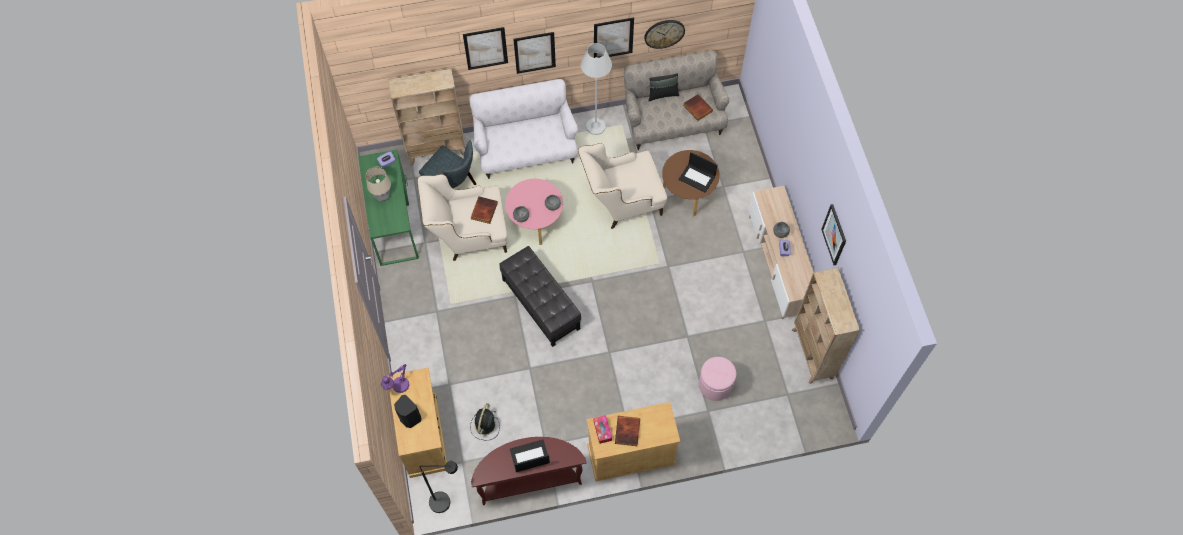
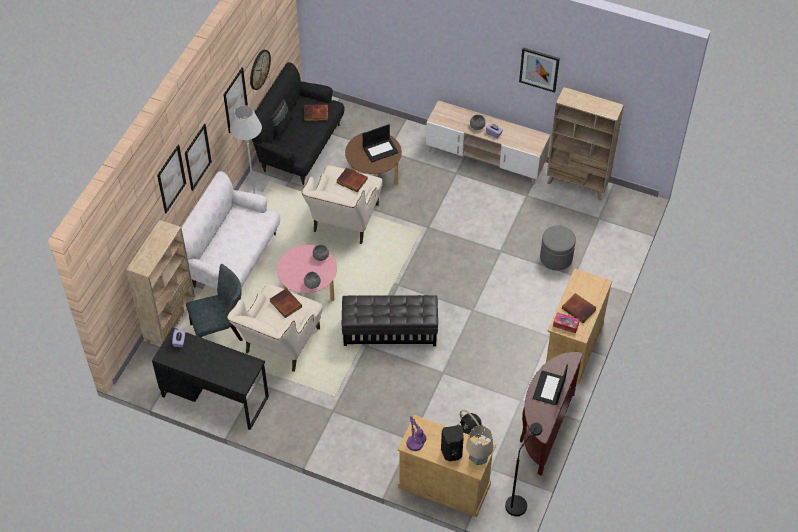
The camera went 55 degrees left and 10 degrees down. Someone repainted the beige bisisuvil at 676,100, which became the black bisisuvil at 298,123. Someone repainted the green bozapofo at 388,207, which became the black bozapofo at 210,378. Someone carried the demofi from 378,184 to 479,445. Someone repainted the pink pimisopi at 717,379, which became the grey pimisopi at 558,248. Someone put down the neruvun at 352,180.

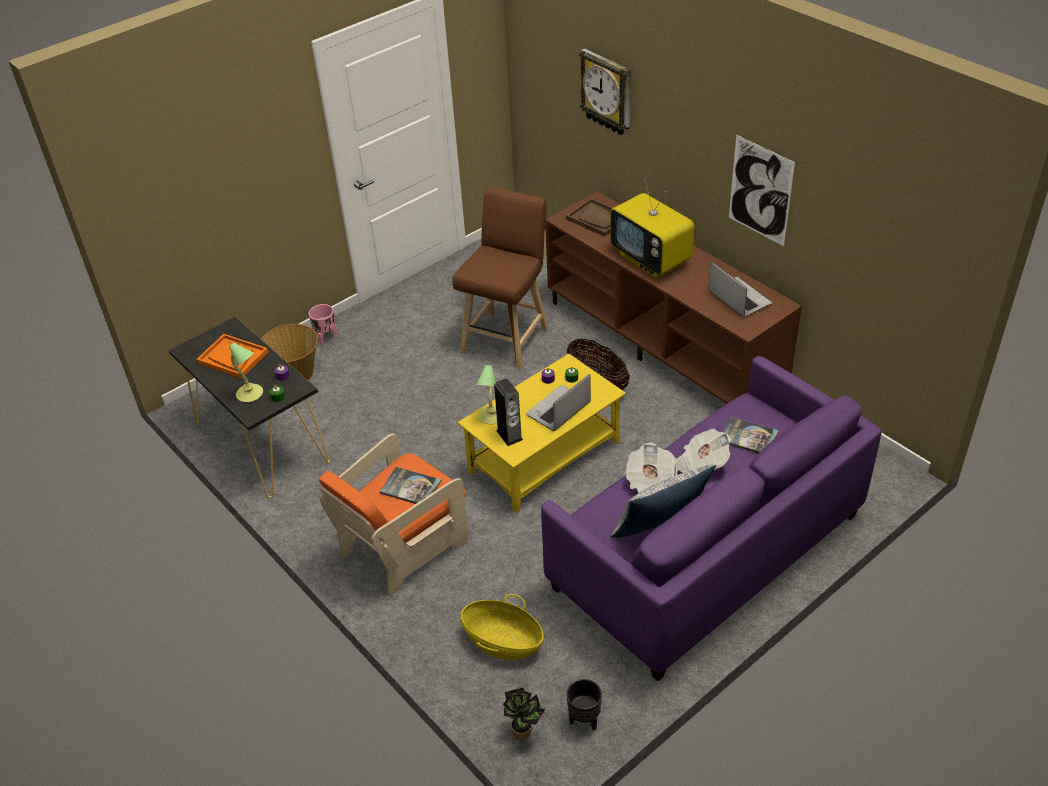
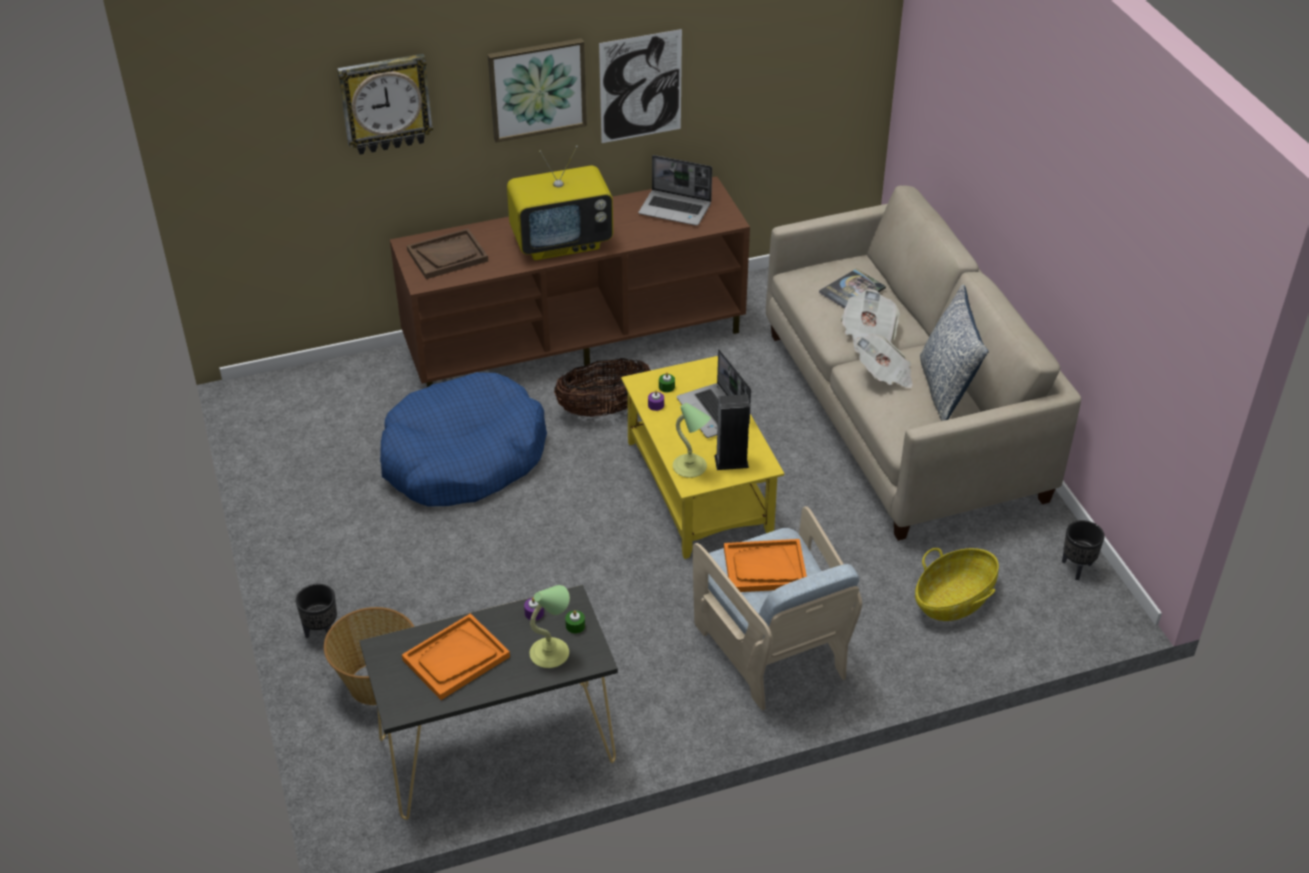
The camera went 70 degrees left and 0 degrees up. Someone swapped the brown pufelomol at 500,277 for the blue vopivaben at 463,439. Someone rotated the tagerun at 740,289 by 150 degrees counterclockwise. Someone repainted the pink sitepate at 322,324, which became the black sitepate at 316,611. Someone repainted the purple bisisuvil at 711,518, which became the beige bisisuvil at 923,363. Someone repainted the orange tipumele at 393,515, which became the beige tipumele at 777,608. Someone swapped the neruvun at 410,485 for the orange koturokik at 765,565. Someone took away the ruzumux at 524,713. Someone put up the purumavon at 537,90.

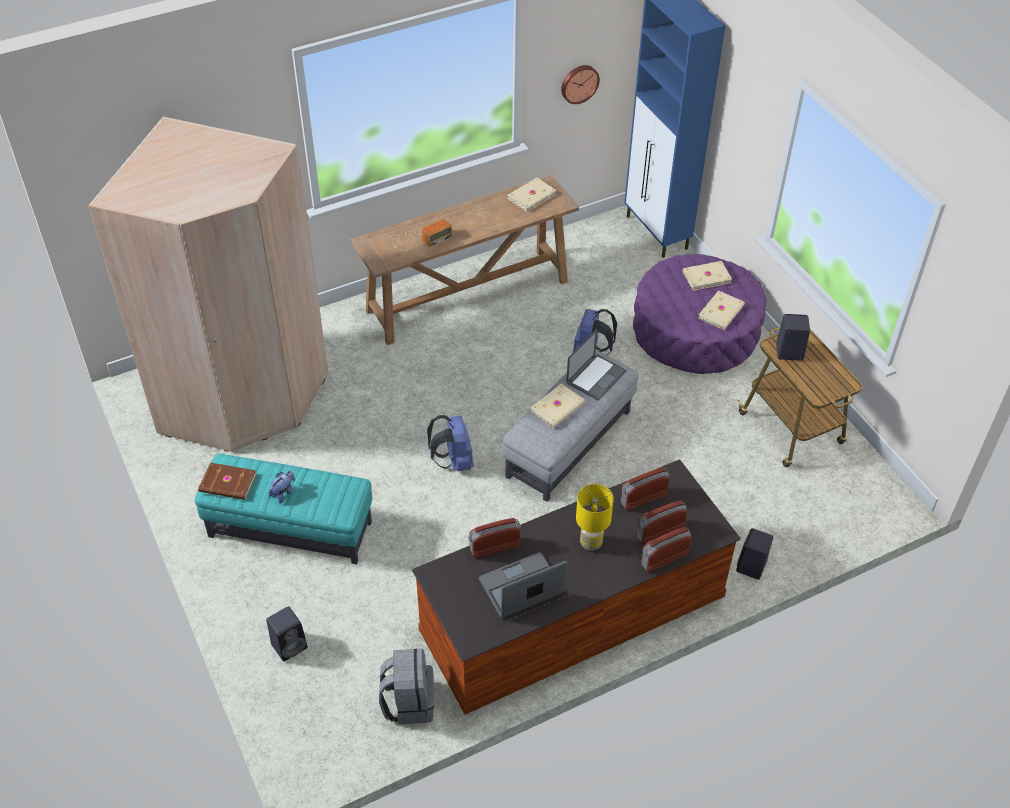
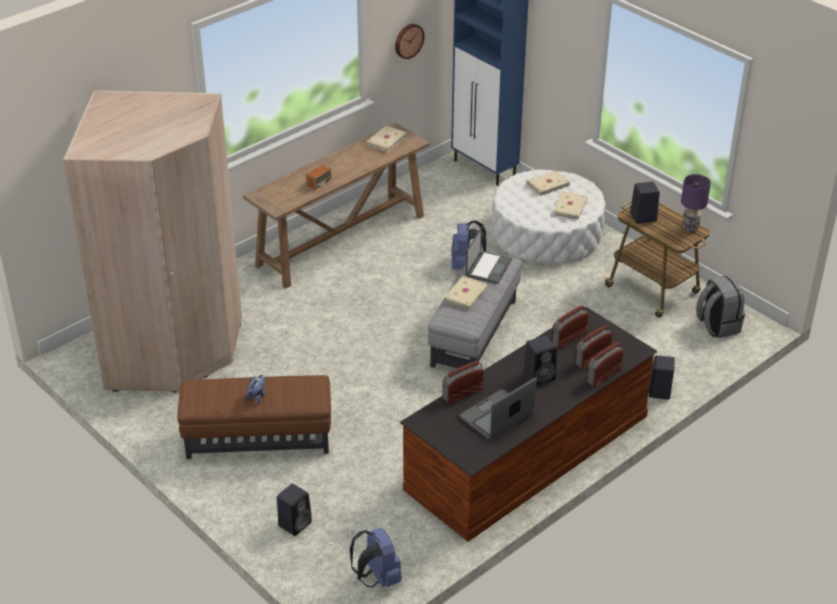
The camera went 15 degrees left and 10 degrees down. Someone repainted the purple pimisopi at 699,314, which became the white pimisopi at 548,216. Someone carried the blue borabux from 450,443 to 376,558. Someone repainted the turquoise pimisopi at 283,509, which became the brown pimisopi at 254,417. Someone took away the brown neruvun at 227,481. Someone swapped the yellow demofi at 595,517 for the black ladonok at 540,360. Someone carried the grey borabux from 407,687 to 720,306. Someone put down the purple demofi at 696,203.

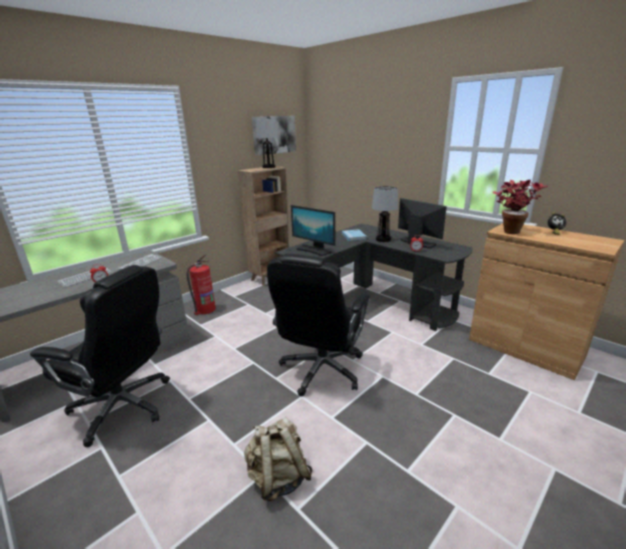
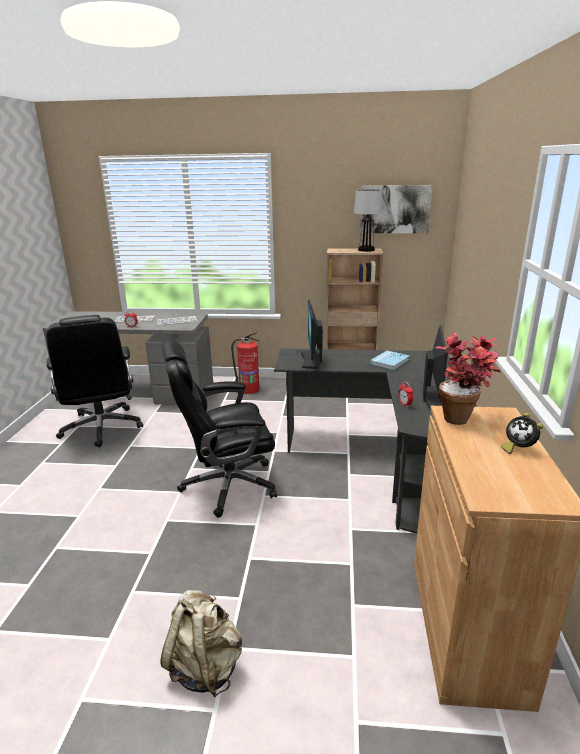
The camera went 50 degrees right and 0 degrees up. Someone took away the demofi at 385,214. Someone carried the beige borabux from 278,459 to 201,643.

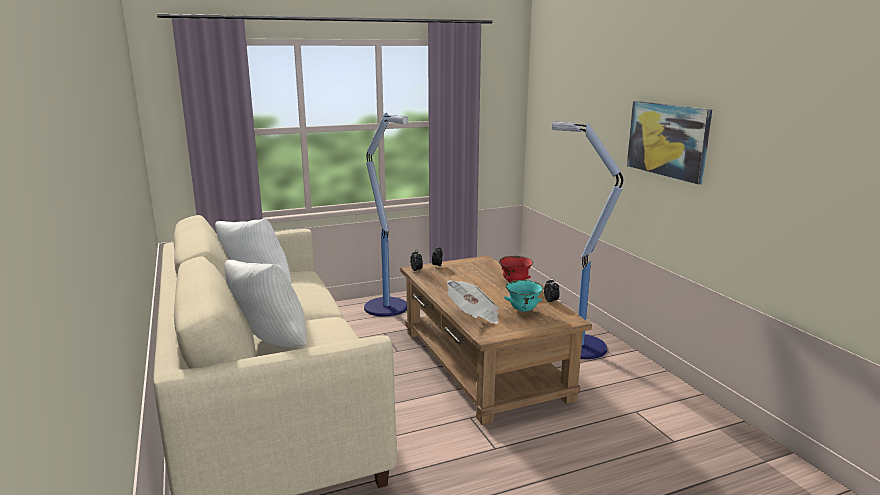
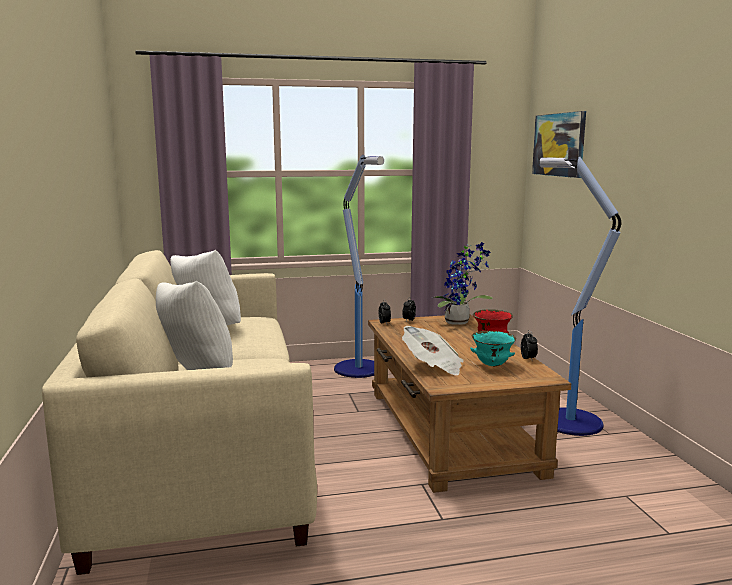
The camera went 10 degrees right and 5 degrees down. Someone carried the purumavon from 669,142 to 559,144. Someone put down the ruzumux at 463,283.

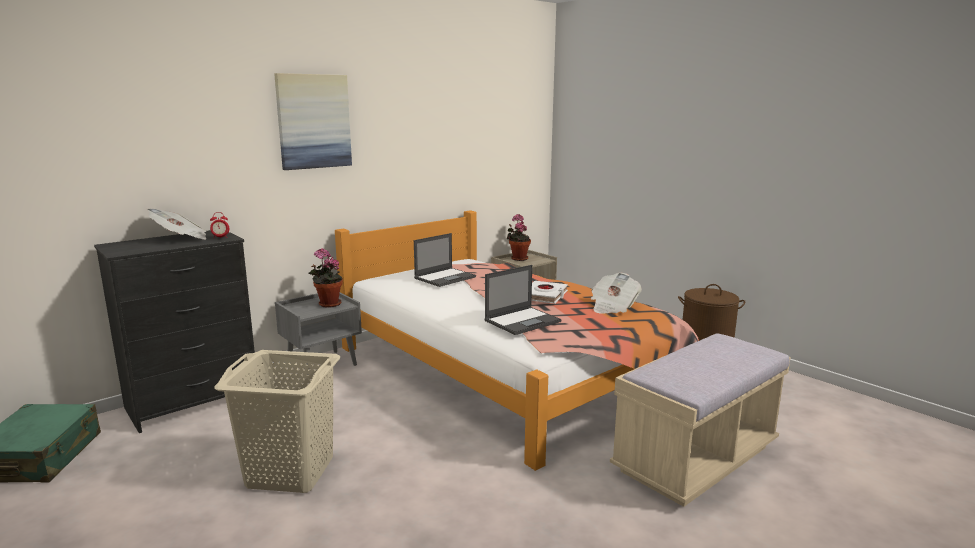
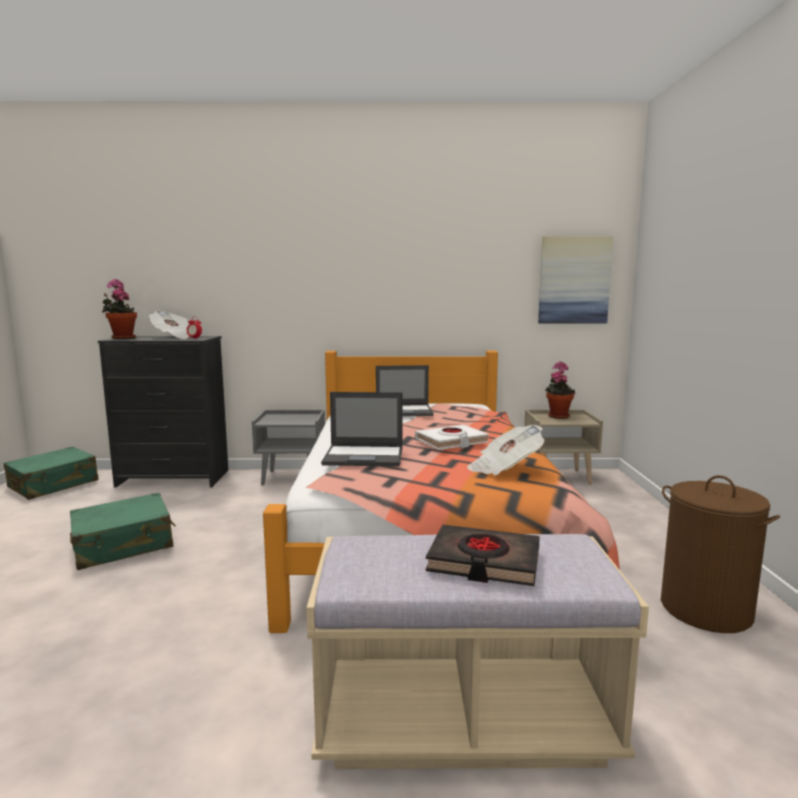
The camera went 40 degrees right and 5 degrees down. Someone carried the purumavon from 313,121 to 575,279. Someone carried the ruzumux from 326,278 to 119,309. Someone swapped the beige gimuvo at 277,421 for the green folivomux at 123,531. Someone put down the black neruvun at 483,555.

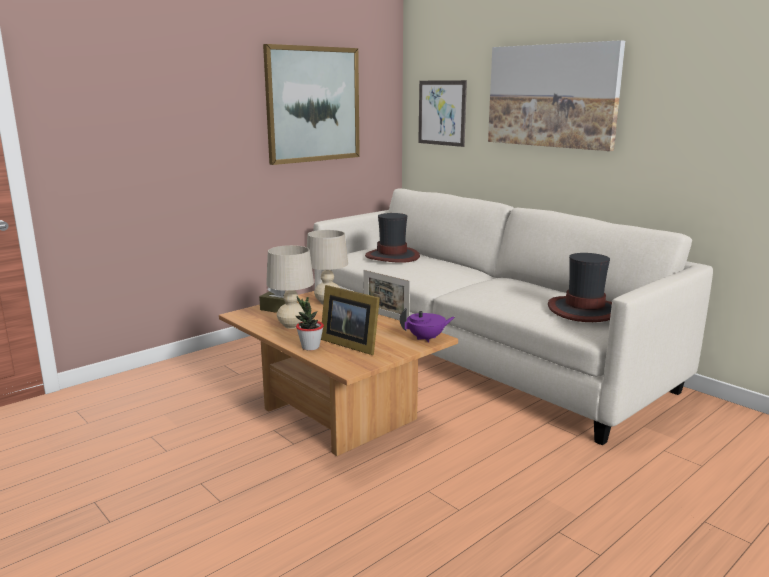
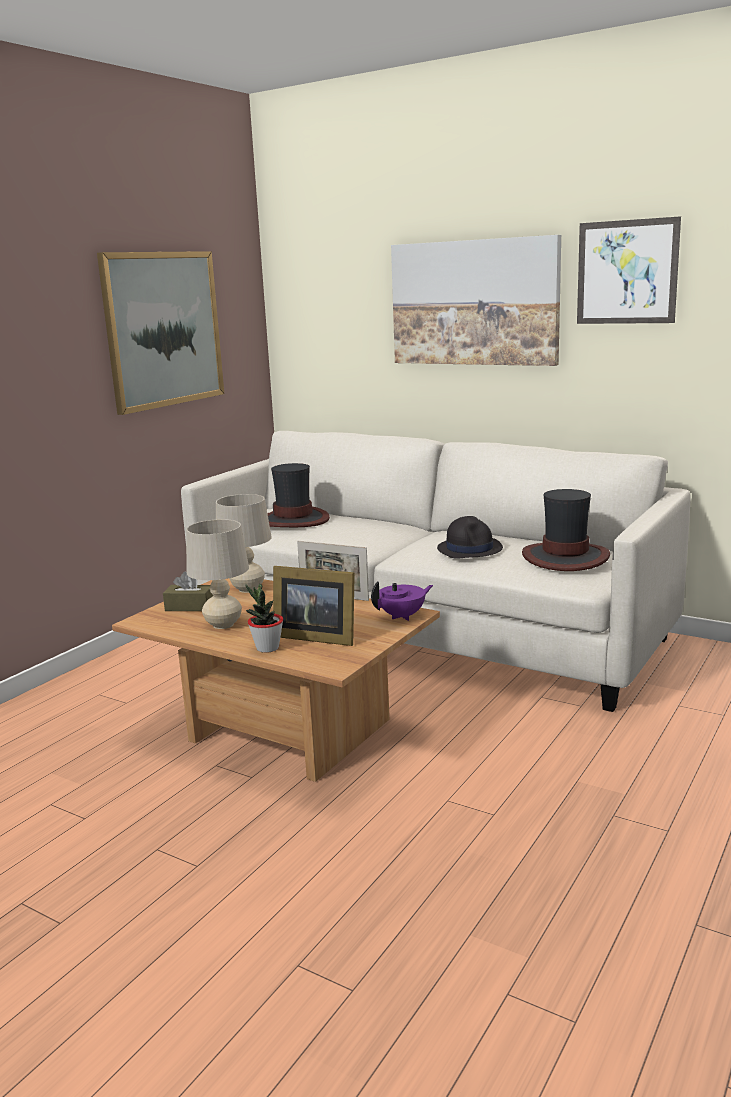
The camera went 15 degrees left and 0 degrees up. Someone carried the purumavon from 442,113 to 629,270. Someone put down the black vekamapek at 470,537.

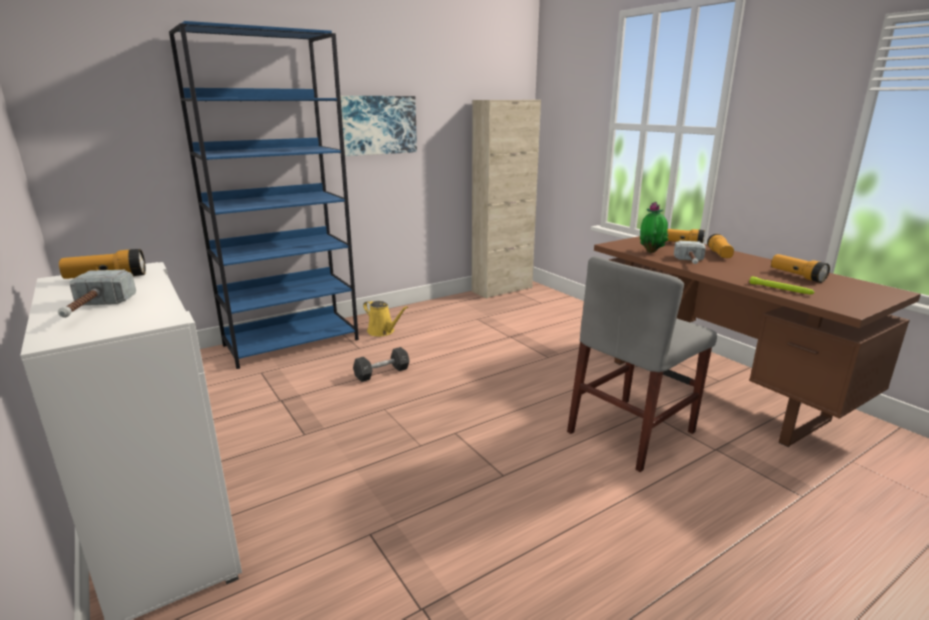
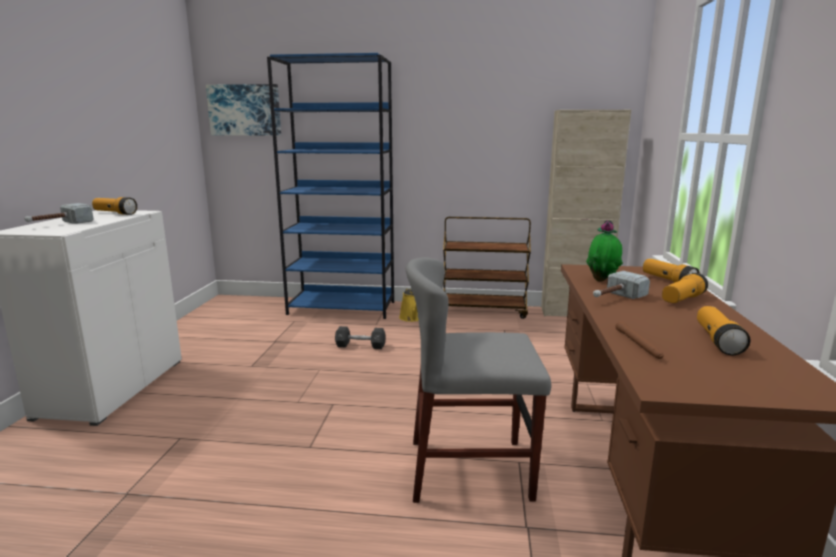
The camera went 40 degrees right and 5 degrees down. Someone carried the purumavon from 376,126 to 243,110. Someone repainted the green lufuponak at 782,285, which became the brown lufuponak at 640,340. Someone put down the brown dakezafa at 487,268.

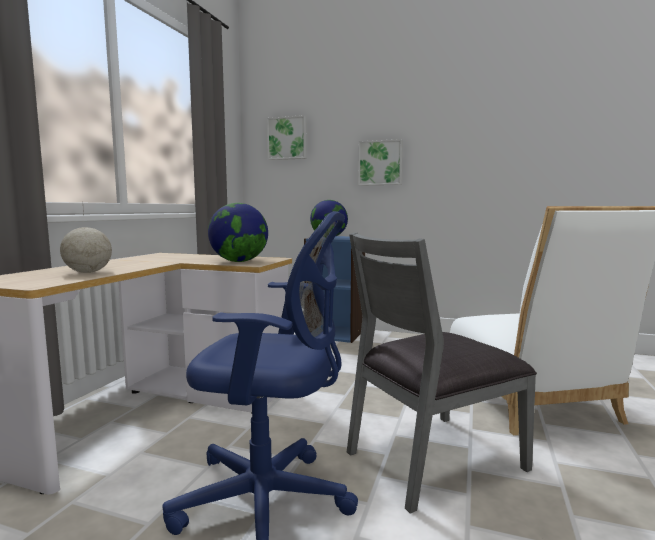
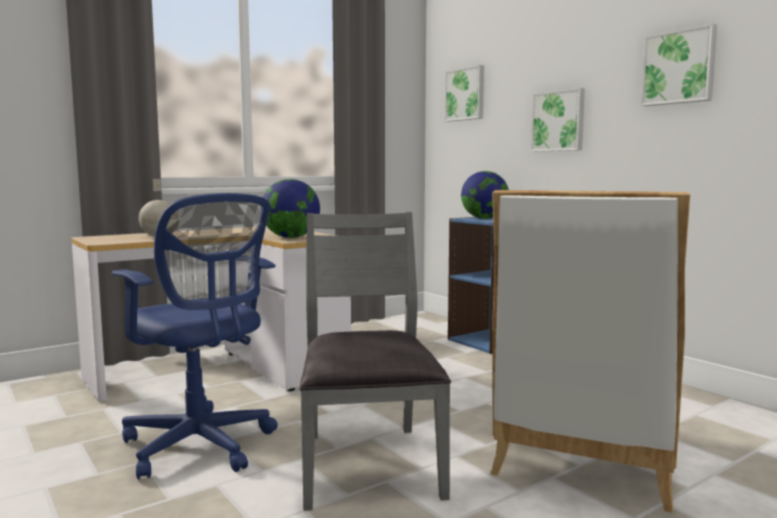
The camera went 35 degrees right and 0 degrees up. Someone rotated the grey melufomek at 442,373 by 75 degrees clockwise. Someone put up the purumavon at 679,65.

